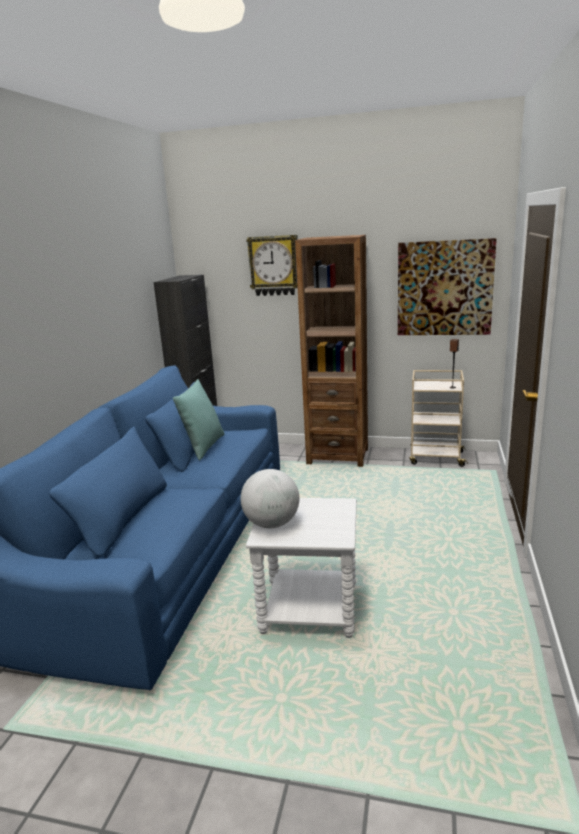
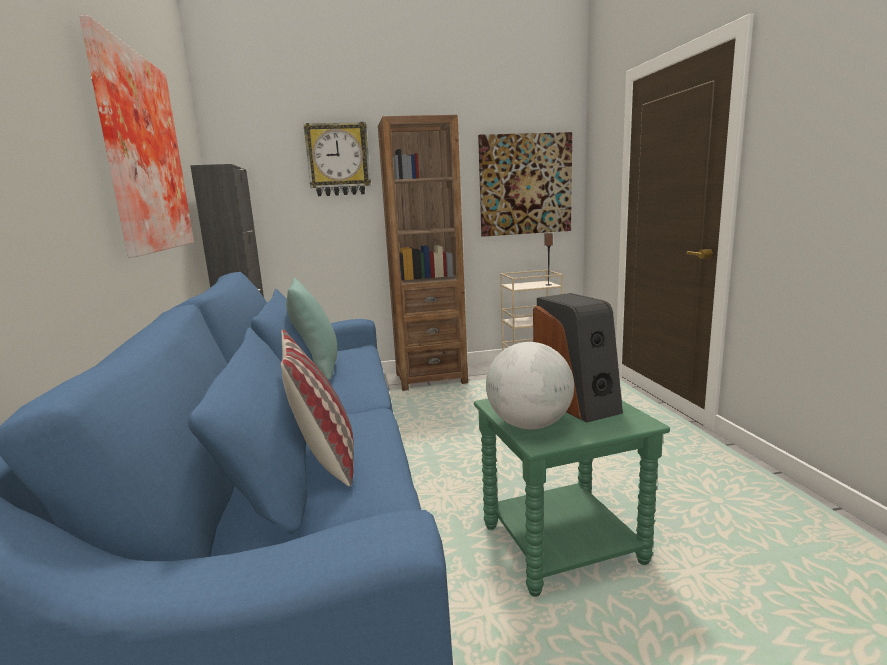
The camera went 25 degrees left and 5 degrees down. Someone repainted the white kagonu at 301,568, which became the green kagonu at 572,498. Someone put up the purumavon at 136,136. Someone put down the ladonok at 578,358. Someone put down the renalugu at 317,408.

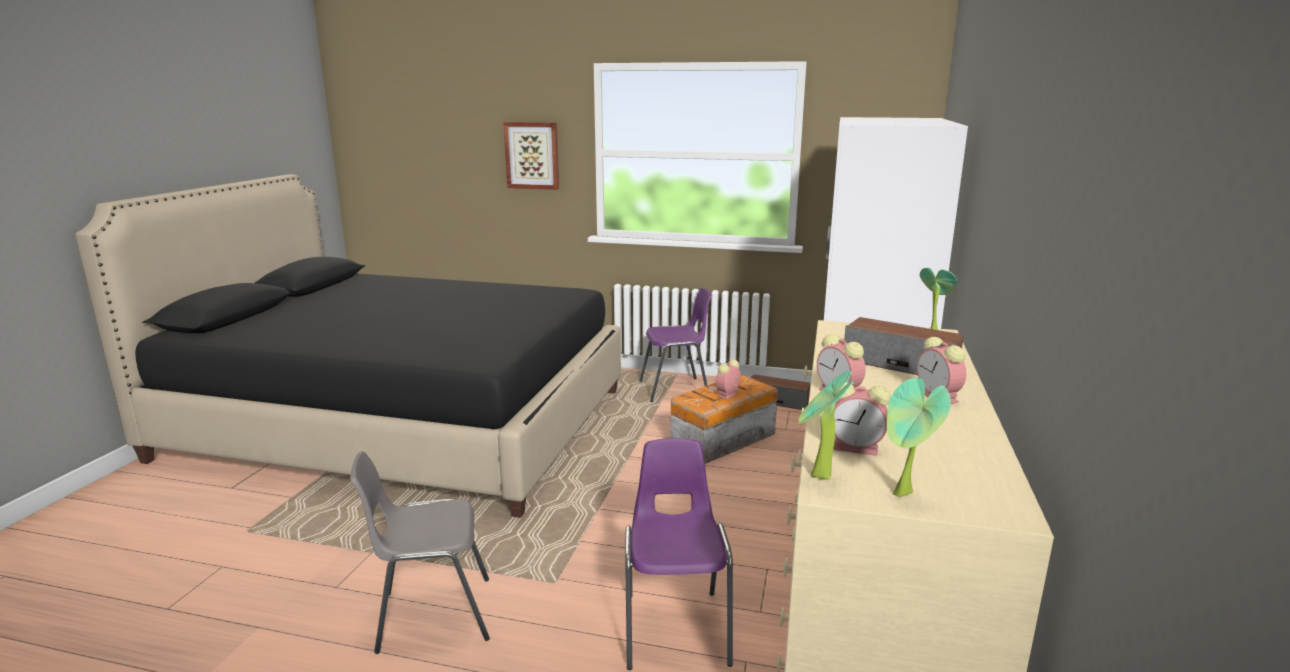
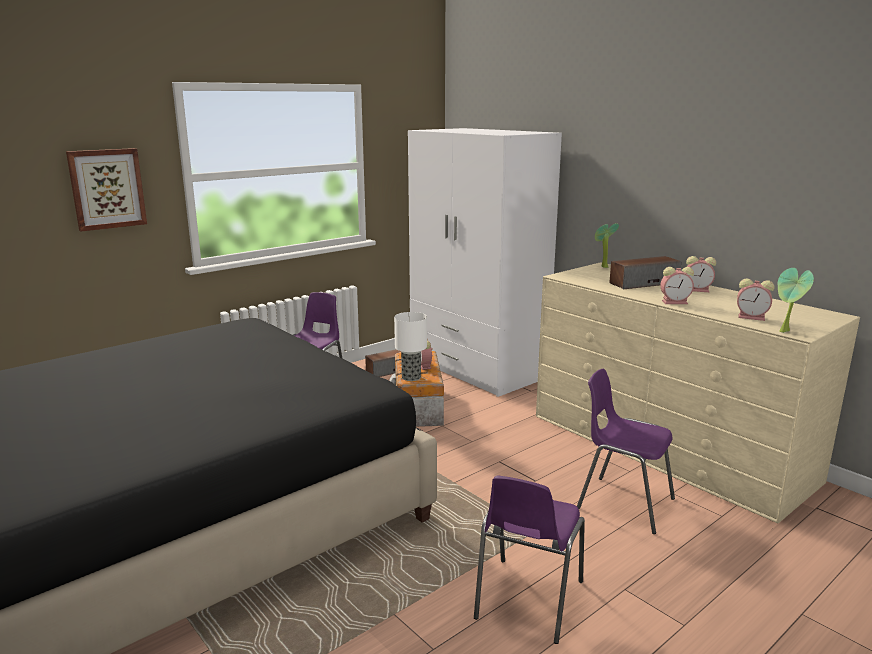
The camera went 55 degrees left and 0 degrees up. Someone took away the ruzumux at 919,437. Someone rotated the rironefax at 862,419 by 60 degrees clockwise. Someone repainted the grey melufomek at 420,552, which became the purple melufomek at 529,559. Someone put down the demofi at 410,346.

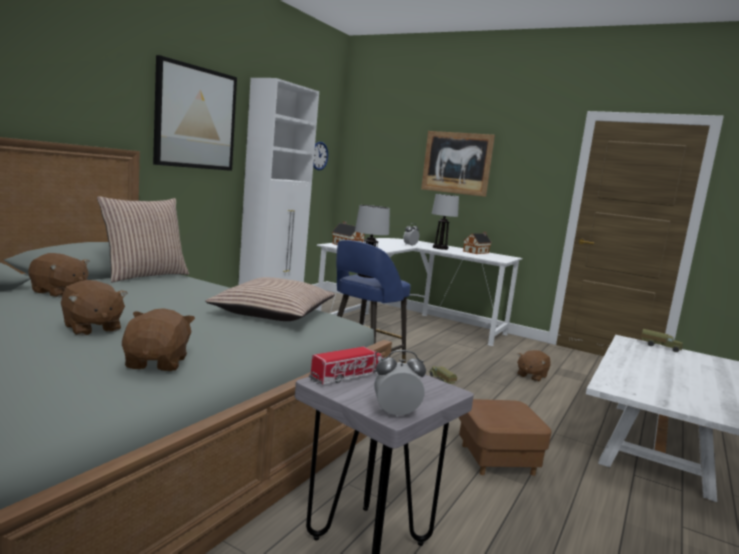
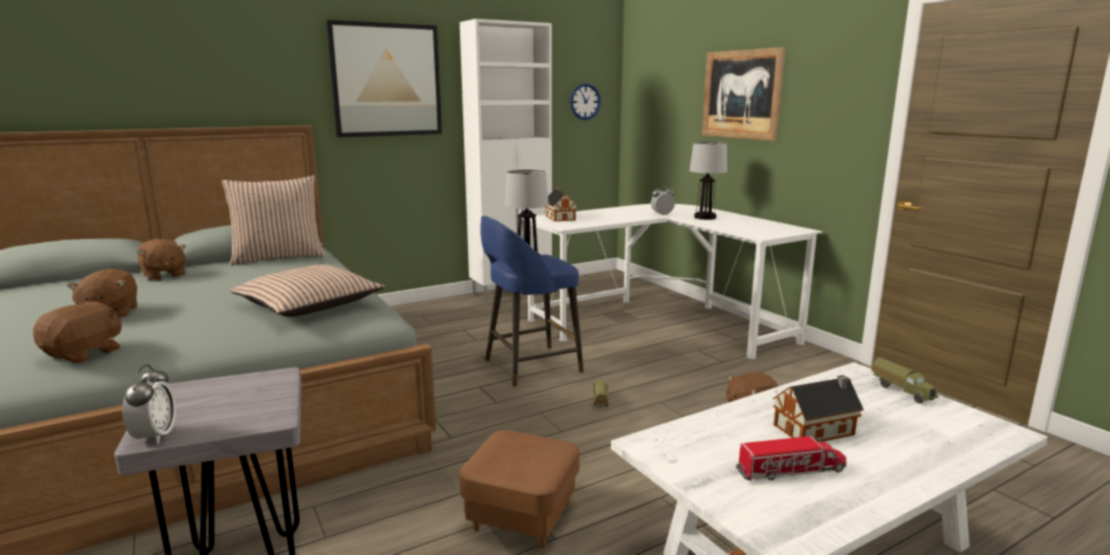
The camera went 30 degrees right and 5 degrees up. Someone carried the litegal from 477,243 to 818,408. Someone carried the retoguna from 346,365 to 791,458. Someone rotated the rironefax at 400,383 by 60 degrees clockwise.

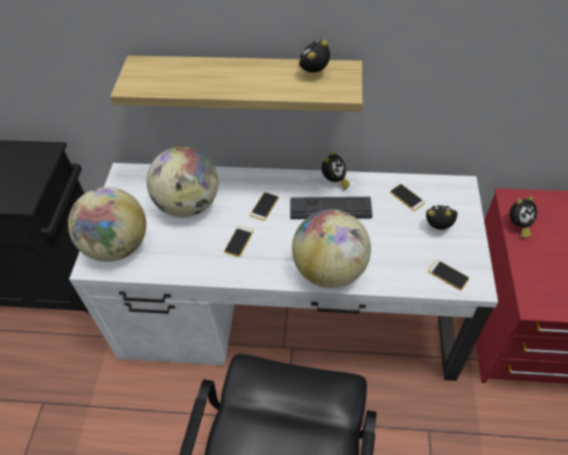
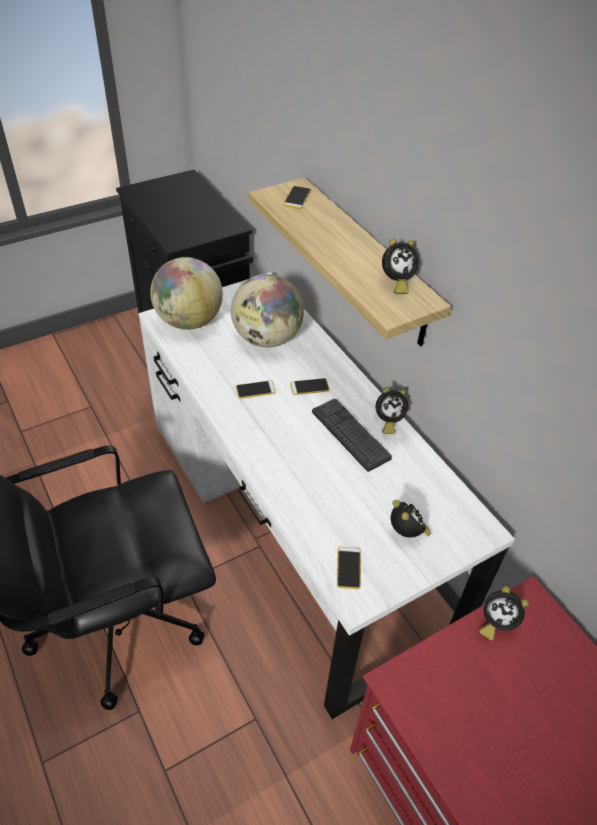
The camera went 50 degrees right and 5 degrees down. Someone rotated the rironefax at 314,56 by 150 degrees clockwise. Someone carried the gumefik from 407,197 to 297,197. Someone took away the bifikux at 331,248.

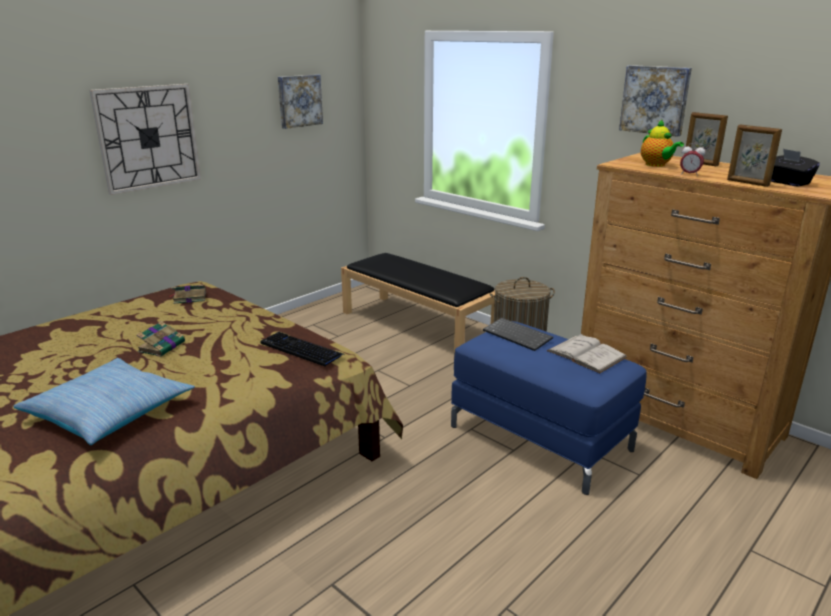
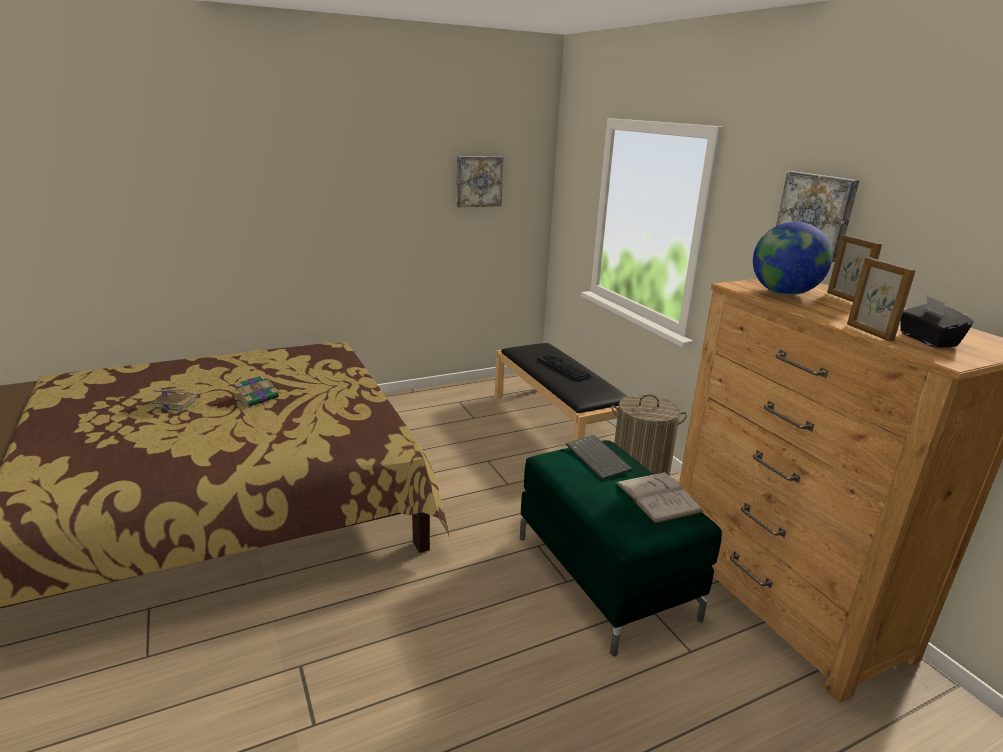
The camera went 20 degrees right and 0 degrees up. Someone took away the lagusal at 145,139. Someone swapped the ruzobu at 662,143 for the bifikux at 792,258. Someone took away the rironefax at 692,159. Someone carried the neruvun from 187,294 to 173,400. Someone repainted the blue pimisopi at 549,408, which became the green pimisopi at 621,548. Someone carried the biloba from 302,349 to 564,367. Someone took away the renalugu at 104,401.

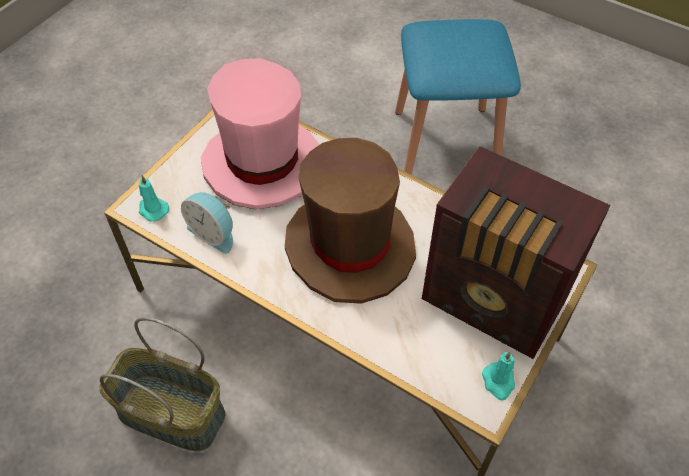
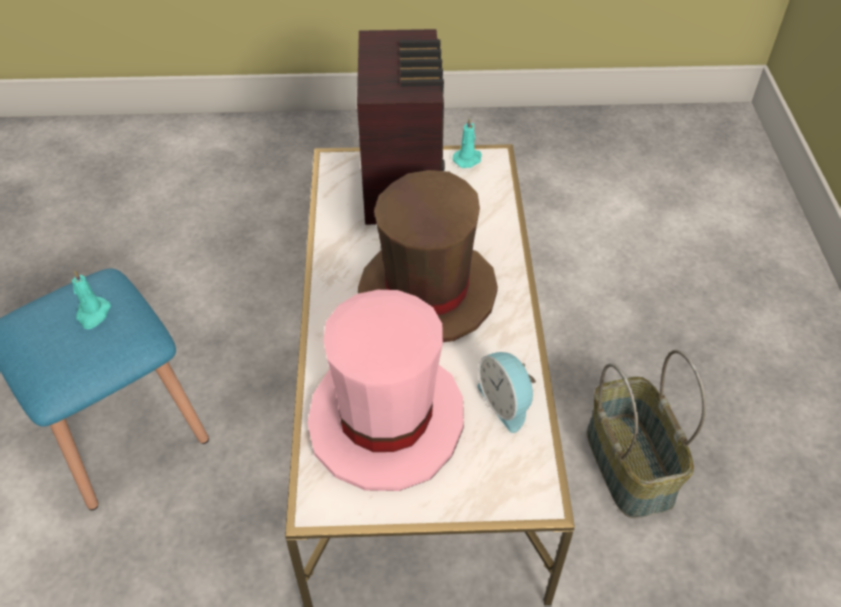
The camera went 125 degrees left and 5 degrees down. Someone carried the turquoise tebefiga from 154,198 to 91,299. Someone rotated the rironefax at 207,223 by 150 degrees clockwise.

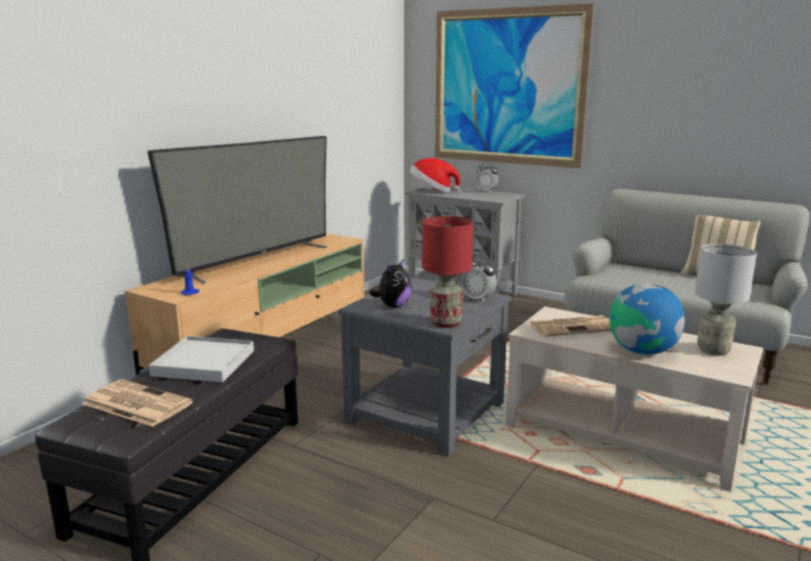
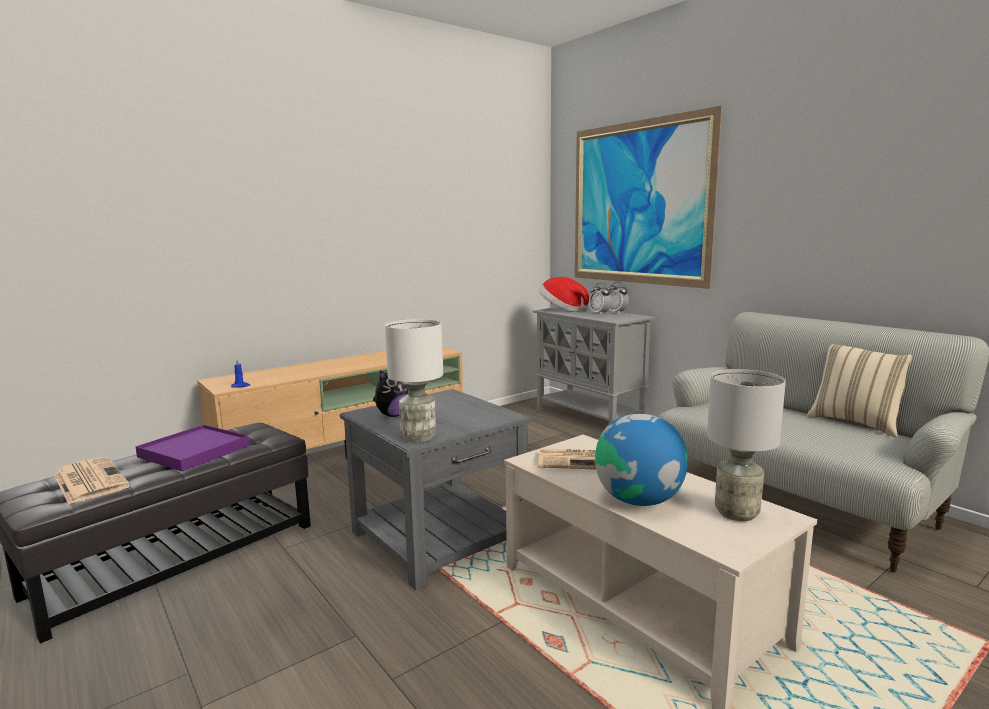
The camera went 20 degrees right and 5 degrees down. Someone took away the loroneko at 237,210. Someone repainted the red demofi at 447,272, which became the white demofi at 414,381. Someone carried the rironefax from 479,279 to 600,299. Someone repainted the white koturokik at 201,359, which became the purple koturokik at 192,448.

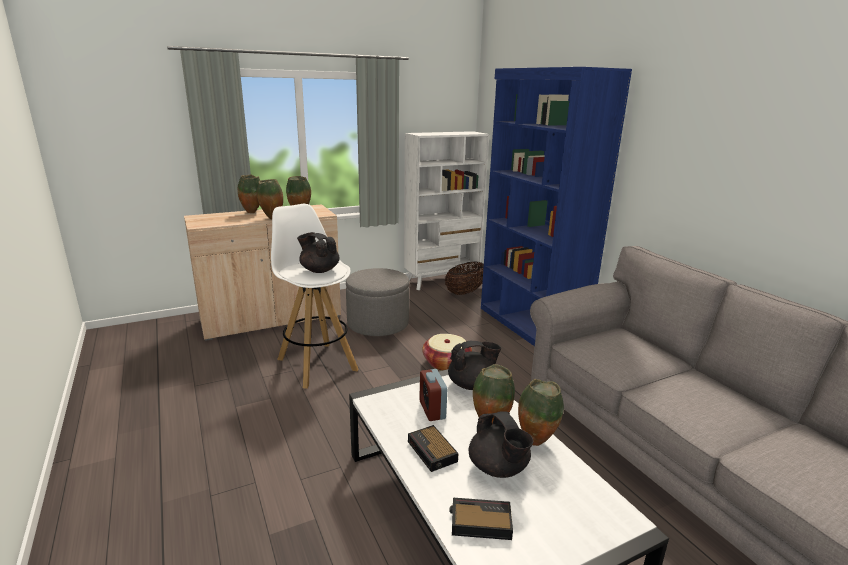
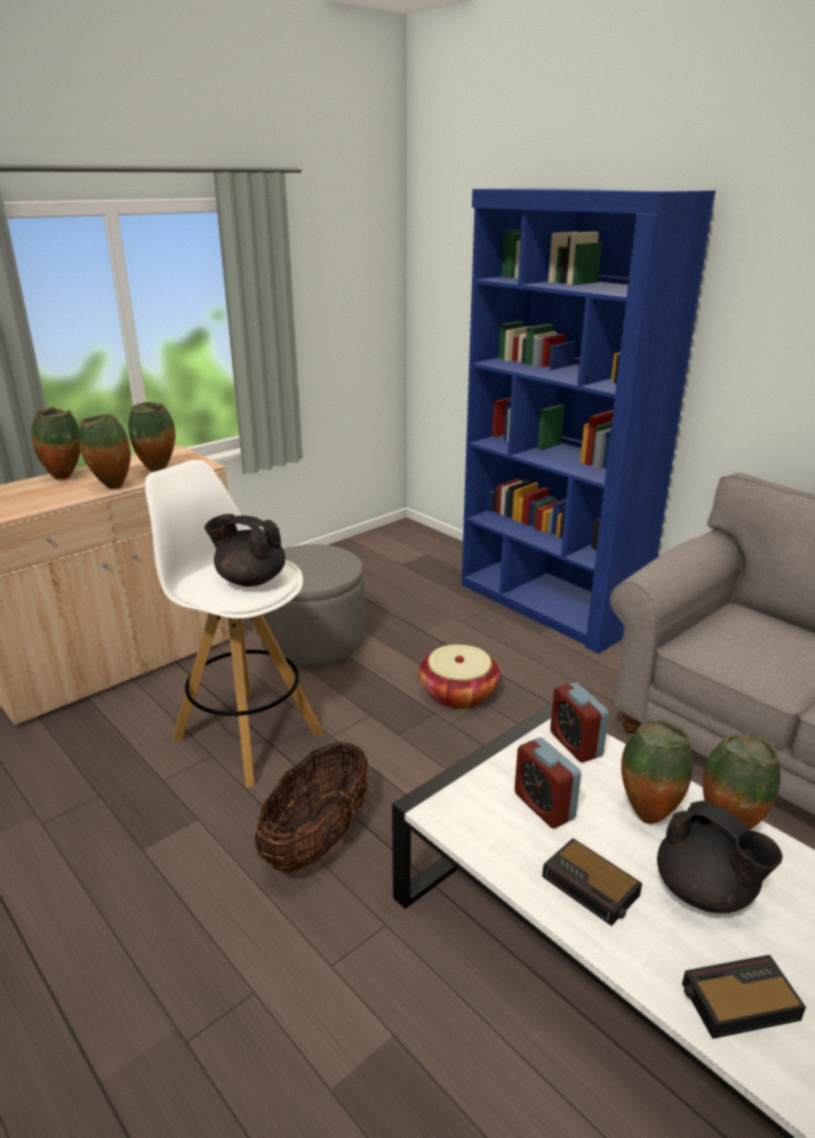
The camera went 15 degrees left and 5 degrees up. Someone took away the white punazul at 446,210. Someone carried the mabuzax from 464,278 to 311,807. Someone swapped the black ruzobu at 474,365 for the rironefax at 579,722.

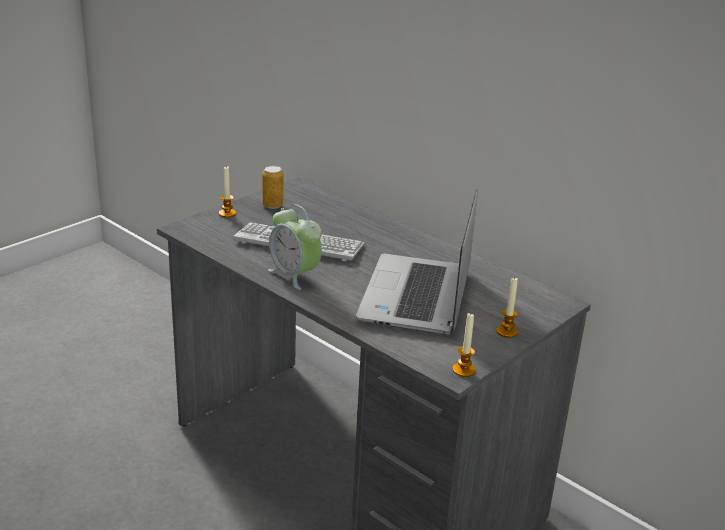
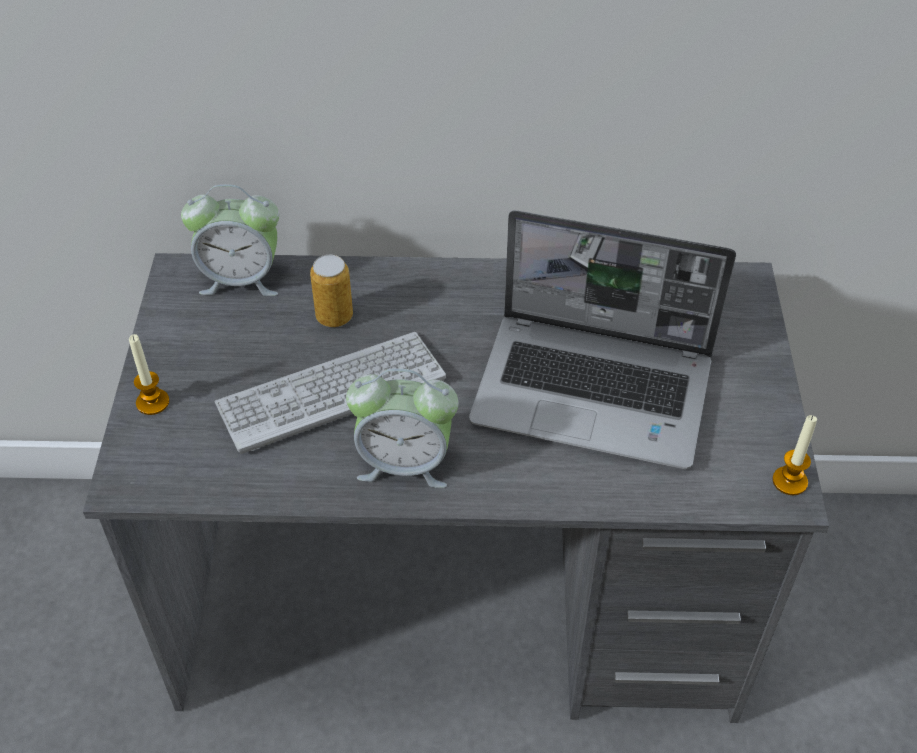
The camera went 40 degrees left and 20 degrees up. Someone carried the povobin from 272,187 to 331,291. Someone rotated the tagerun at 417,262 by 45 degrees counterclockwise. Someone took away the tebefiga at 507,308. Someone put down the rironefax at 230,240.

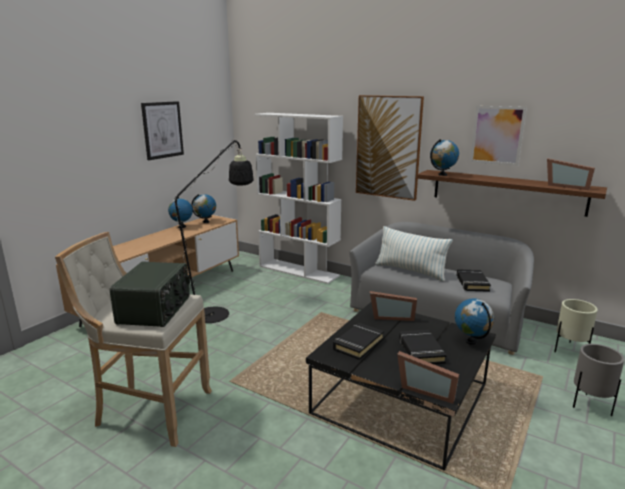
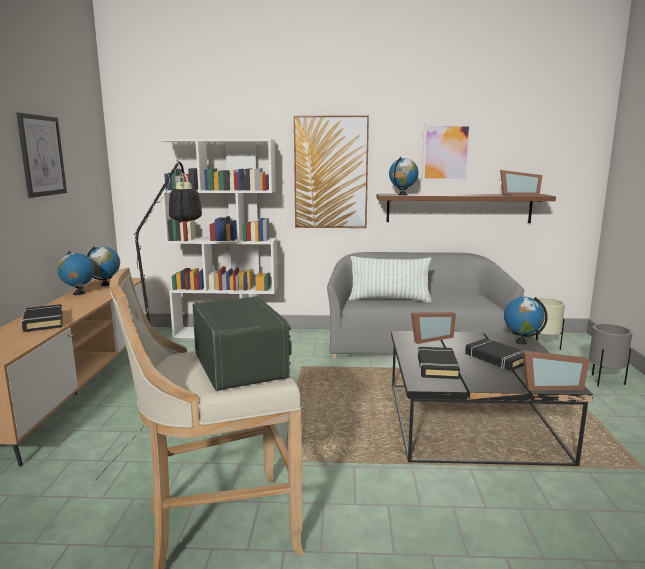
The camera went 30 degrees left and 5 degrees down. Someone carried the black neruvun from 474,281 to 42,318.

